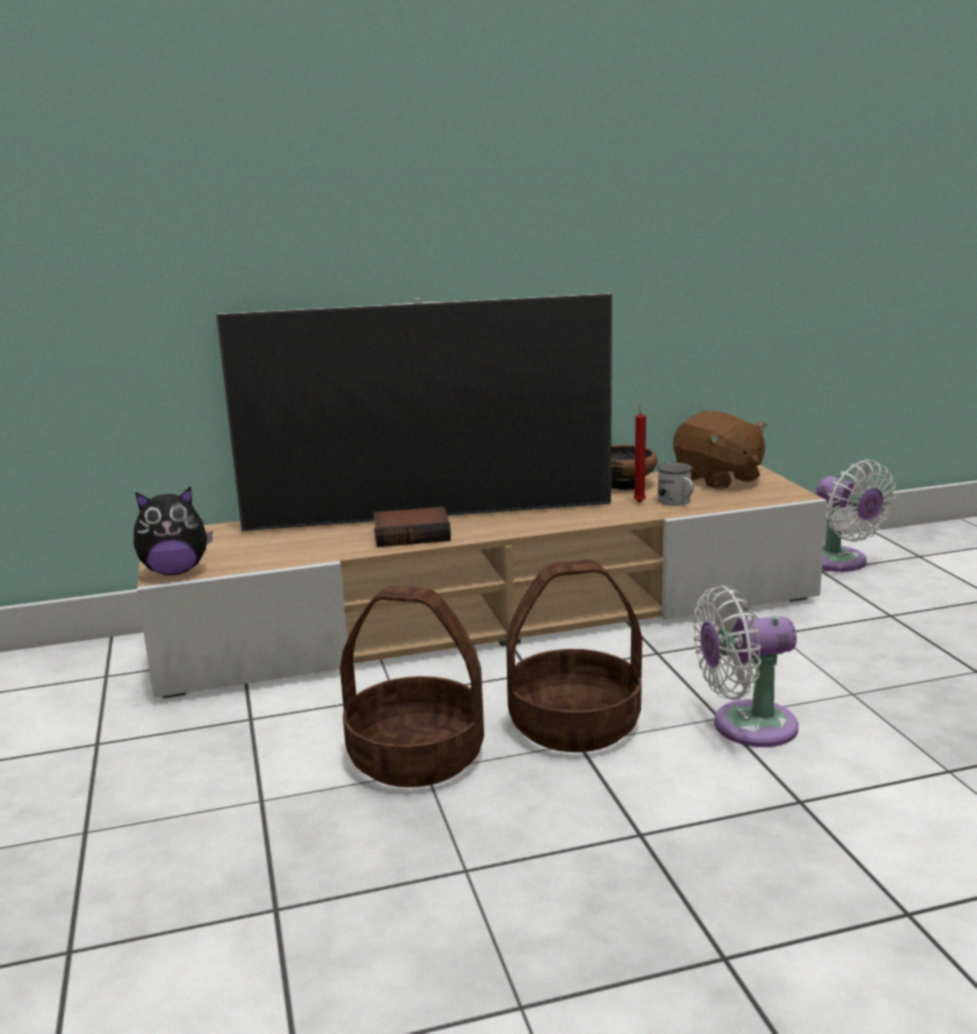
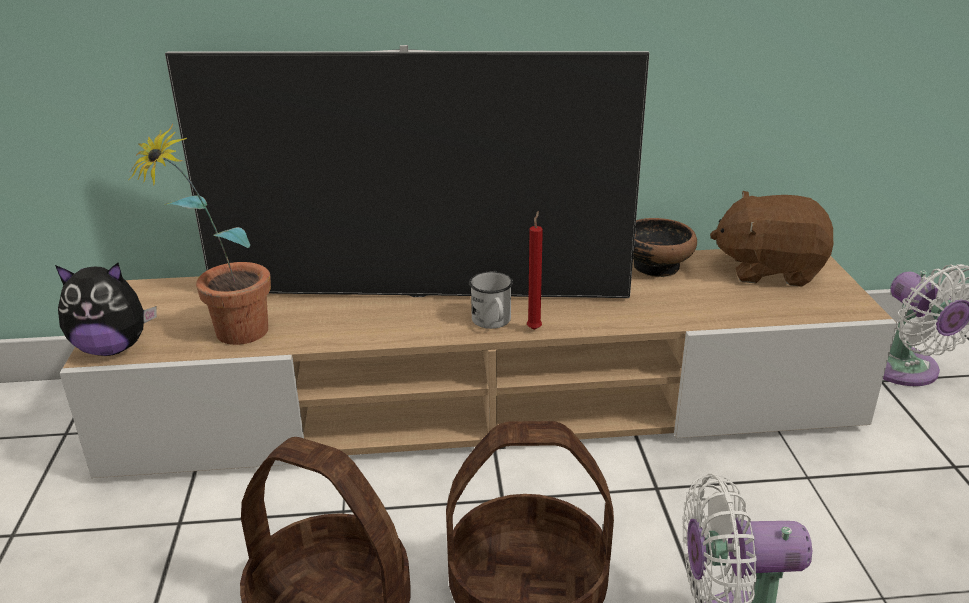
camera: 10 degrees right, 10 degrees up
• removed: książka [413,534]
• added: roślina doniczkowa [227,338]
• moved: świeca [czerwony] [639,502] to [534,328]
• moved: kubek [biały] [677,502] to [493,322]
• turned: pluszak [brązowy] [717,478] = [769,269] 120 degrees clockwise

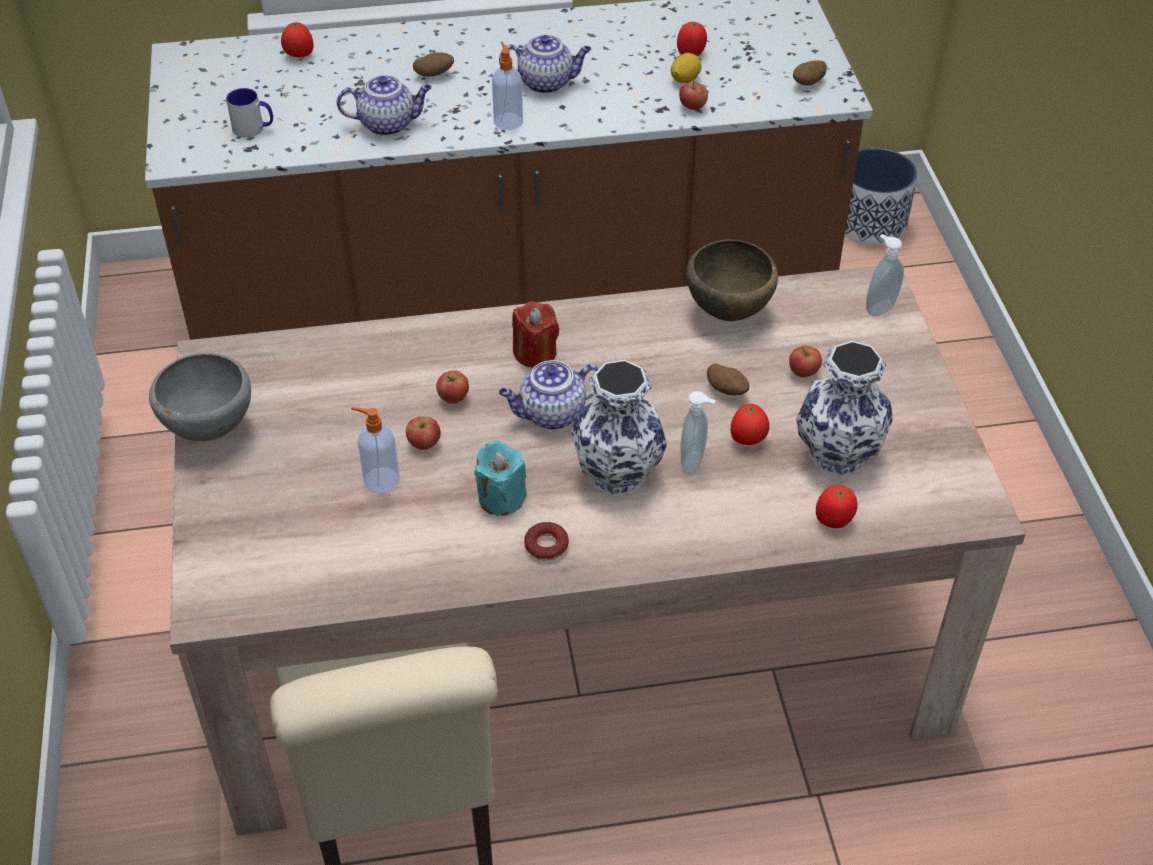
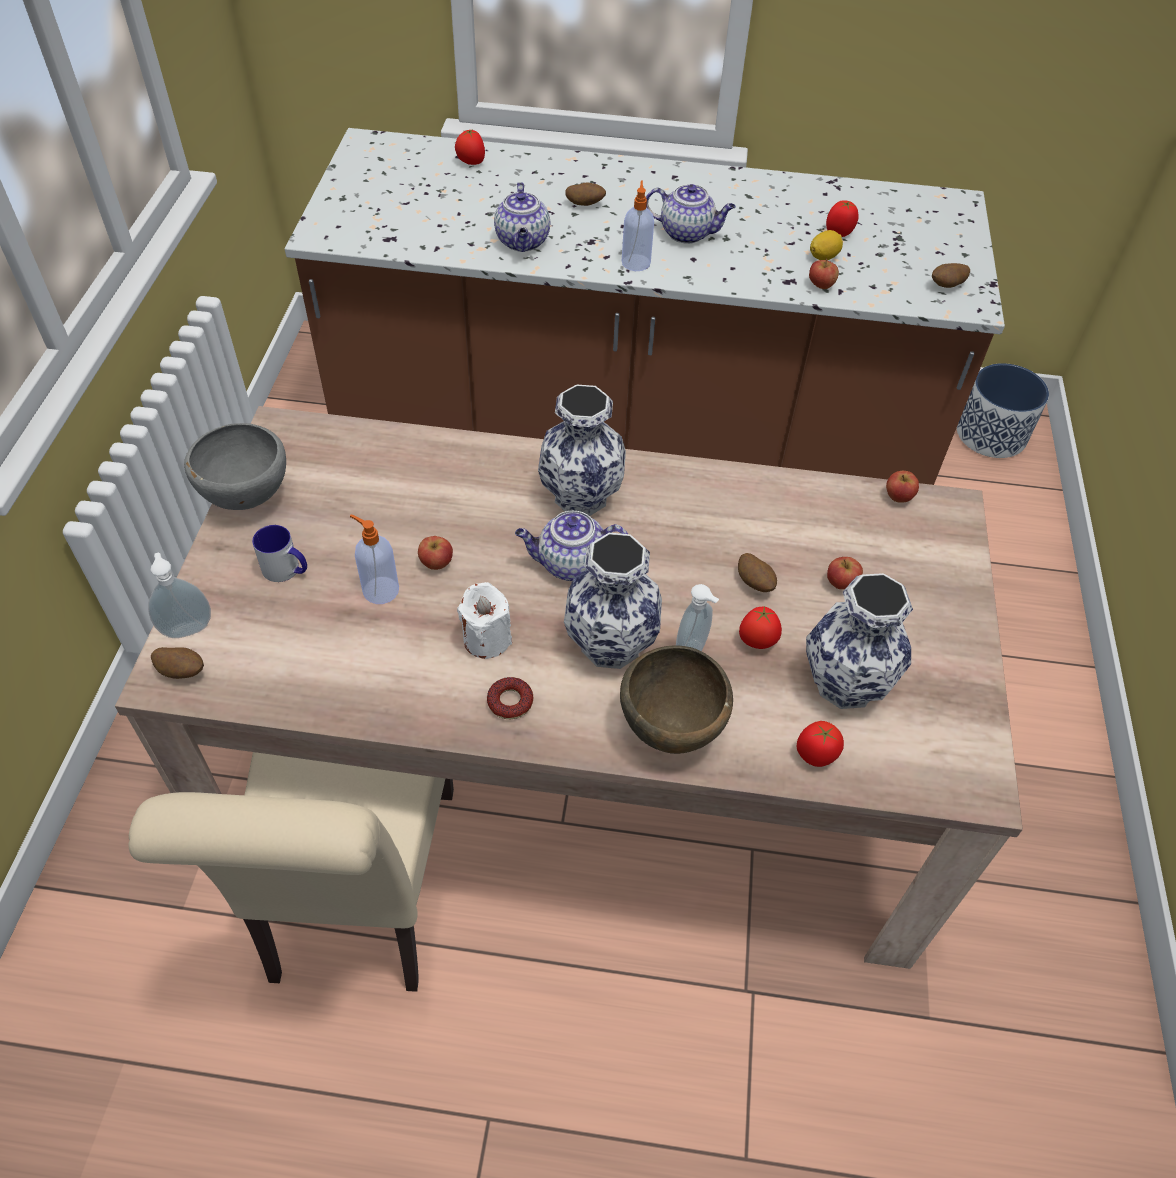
camera: 15 degrees right, 5 degrees up
• added: ziemniak [182,672]
• moved: kubek [254,128] to [287,570]
• moved: jabłko [453,398] to [898,497]
• moved: miska [brązowy] [729,313] to [672,730]
• moved: dozownik mydła [879,307] to [187,627]
• replaced: świeca [czerwony] [535,353] to wazon [579,497]
• recoloured: świeca [turkusowy] [501,498] to świeca [biały] [486,639]
• turned: imbryk [388,124] = [523,242] 75 degrees clockwise

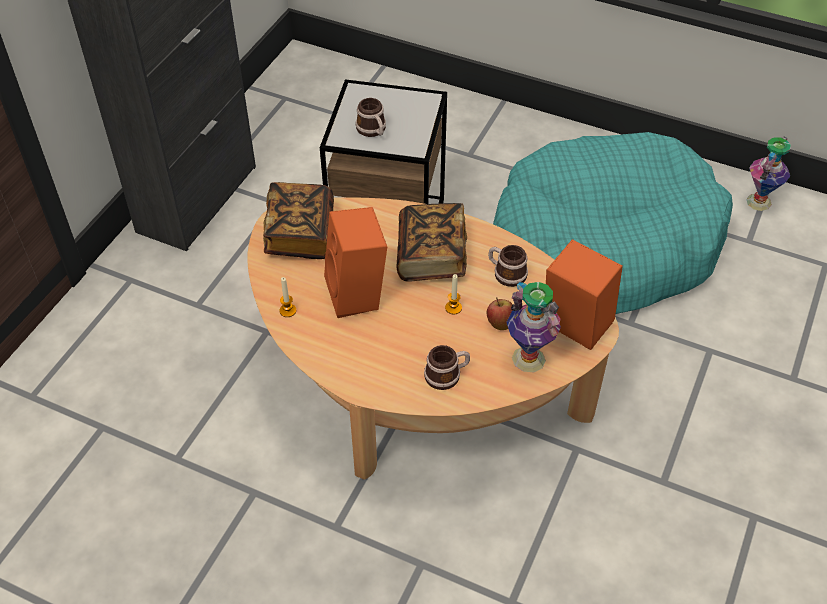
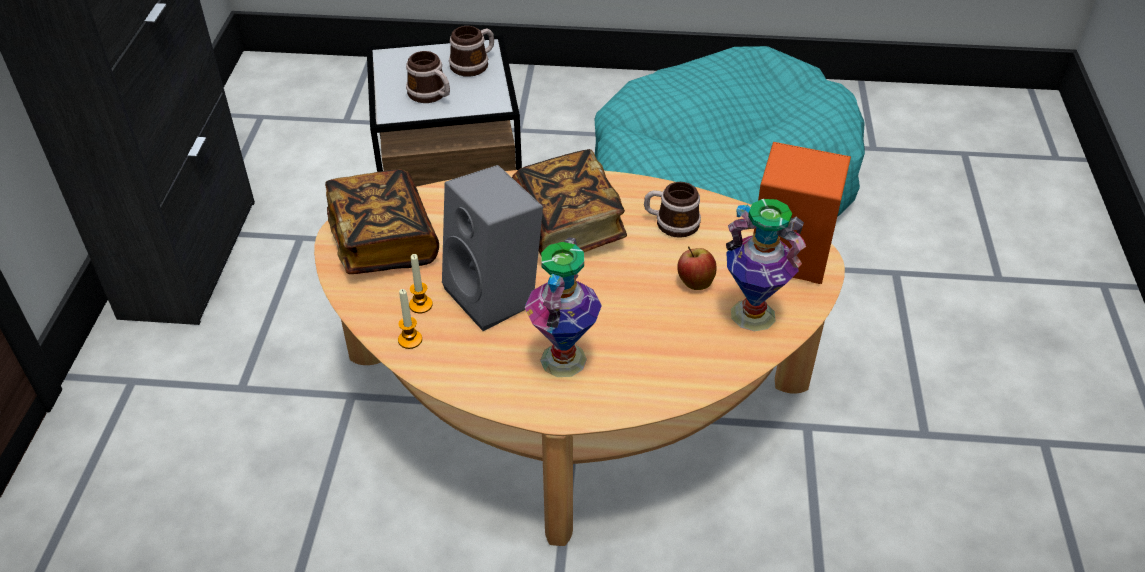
camera: 20 degrees left, 5 degrees down
• moved: kubek [447,375] to [474,64]
• moved: świeca [453,308] to [420,305]
• moved: wazon [759,202] to [564,360]
• recoloured: głośnik [pomarańczowy] [358,295] to głośnik [szary] [497,296]

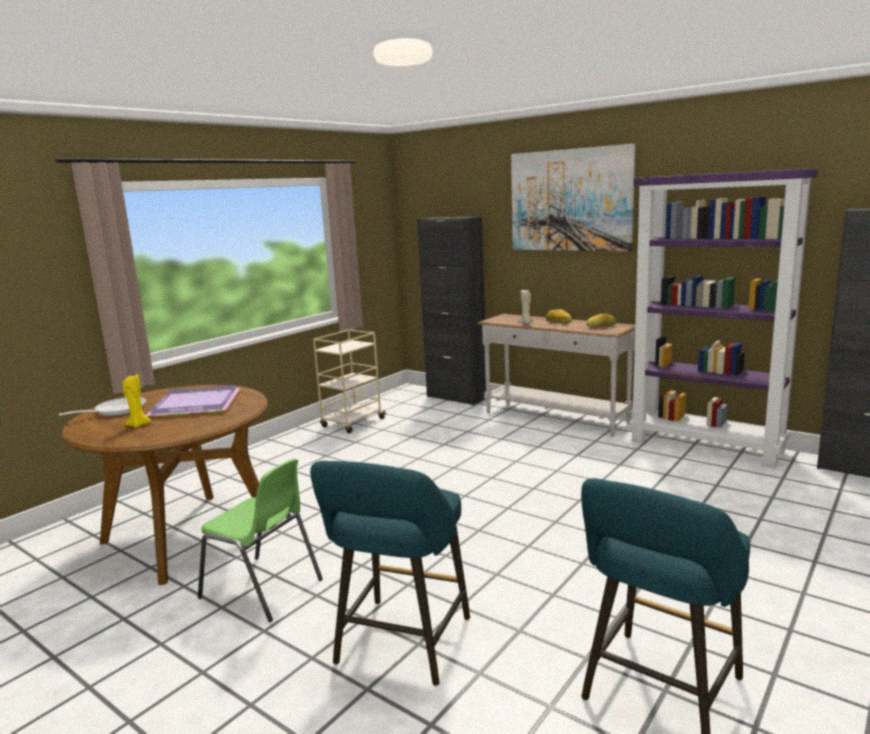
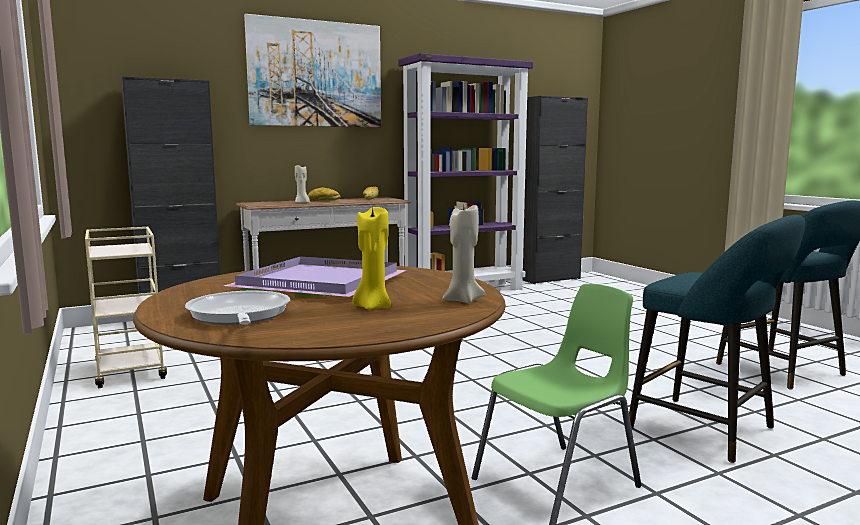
camera: 65 degrees left, 5 degrees down
• added: świeca [beżowy] [462,300]

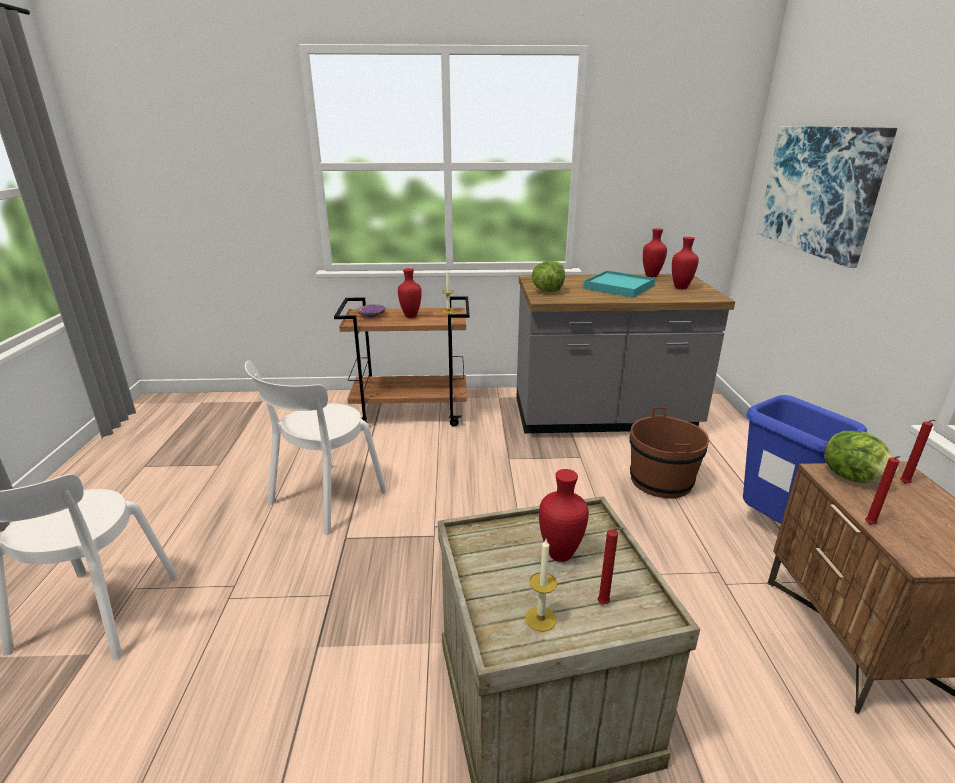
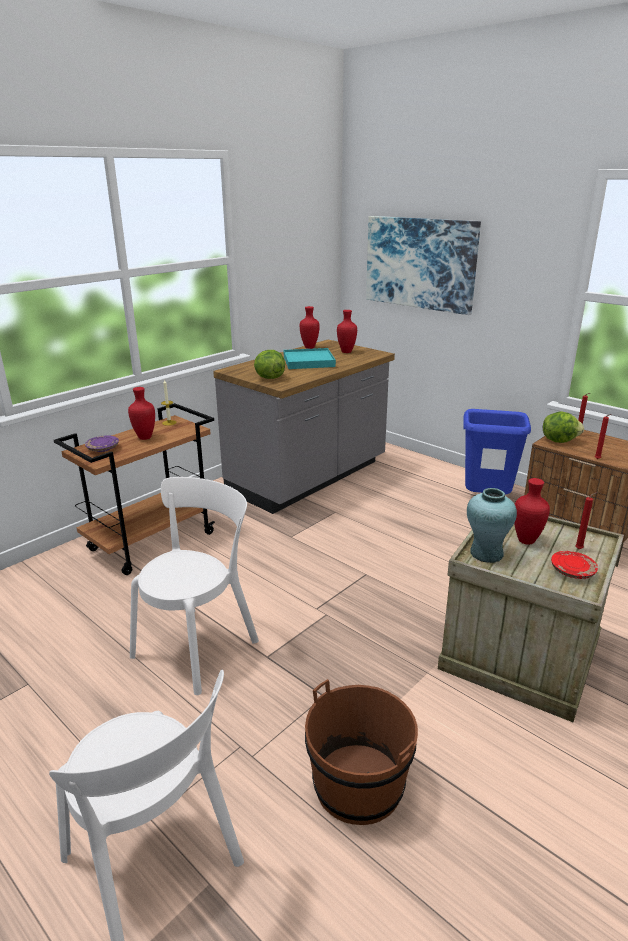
camera: 45 degrees left, 0 degrees up
• added: wazon [turkusowy] [486,553]
• moved: wiadro [brązowy] [661,481] to [358,784]
• replaced: świeca [540,618] to talerz [czerwony] [572,571]
• turned: krzesło [biały] [323,500] = [199,644] 135 degrees counterclockwise

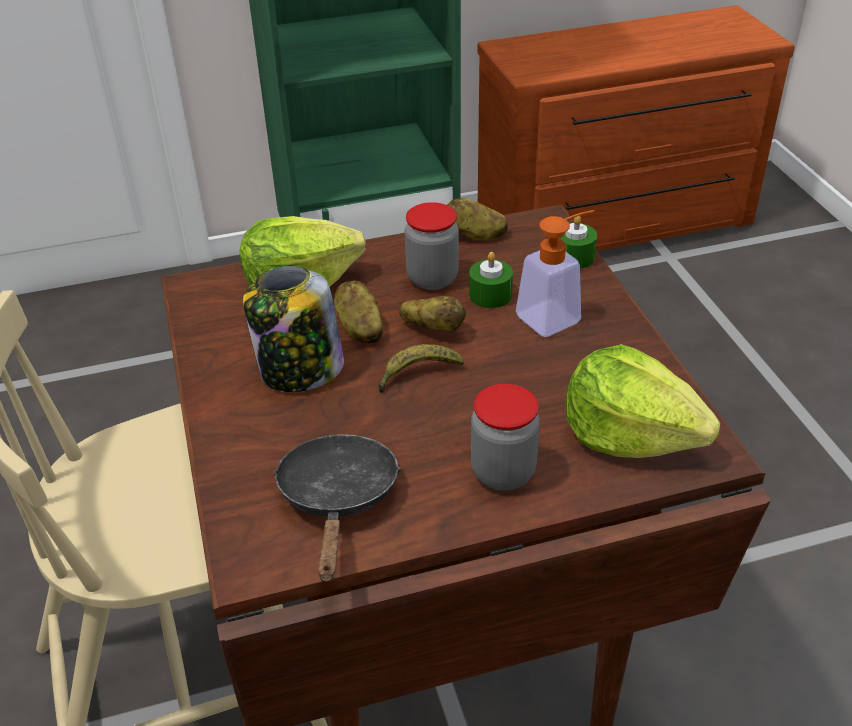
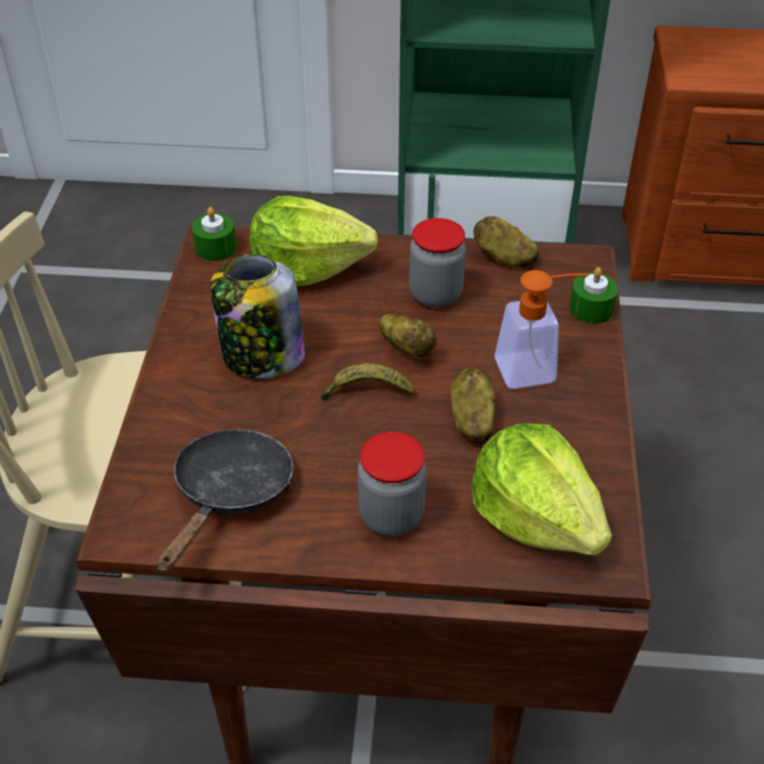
camera: 20 degrees right, 5 degrees up
• moved: ziemniak [359,328] to [471,420]
• moved: świeca [zielony] [490,295] to [215,247]

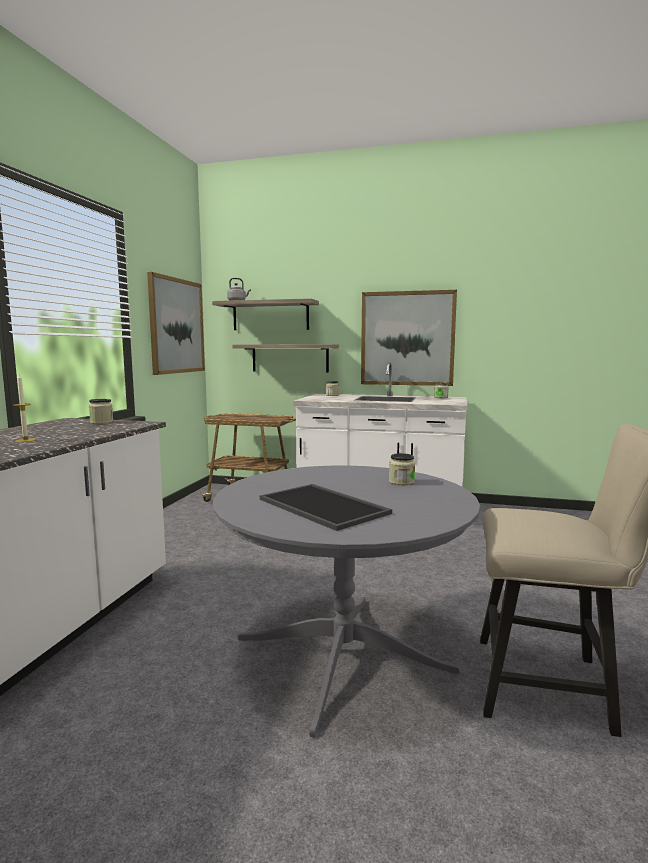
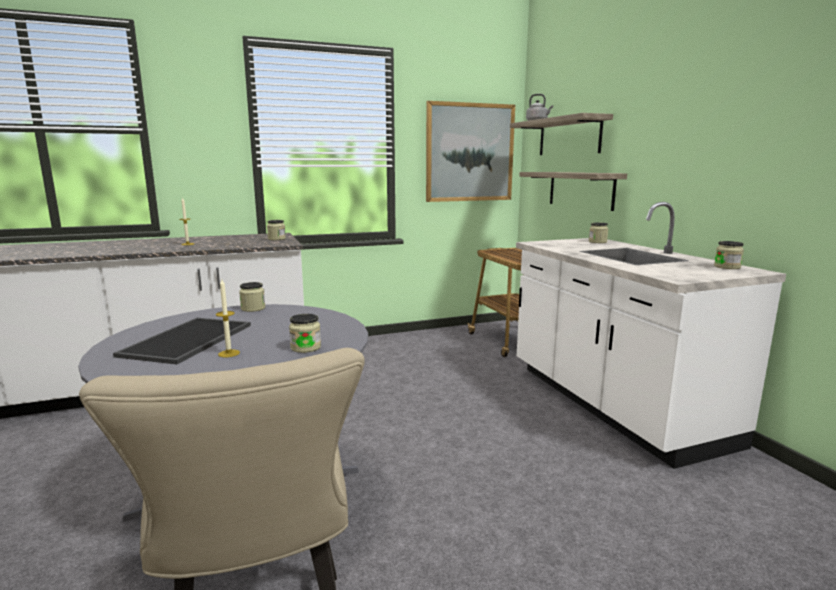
camera: 55 degrees right, 5 degrees up
• removed: obraz [407,338]
• added: świeca [229,353]
• added: słoik [253,308]

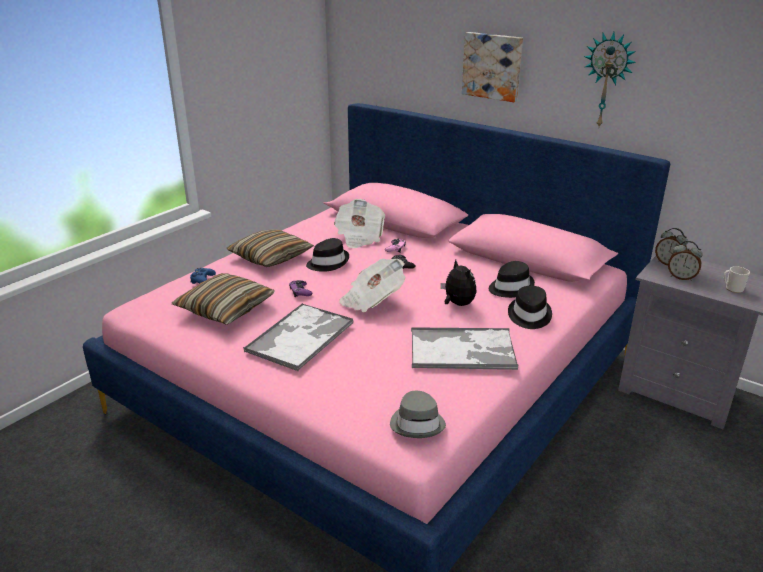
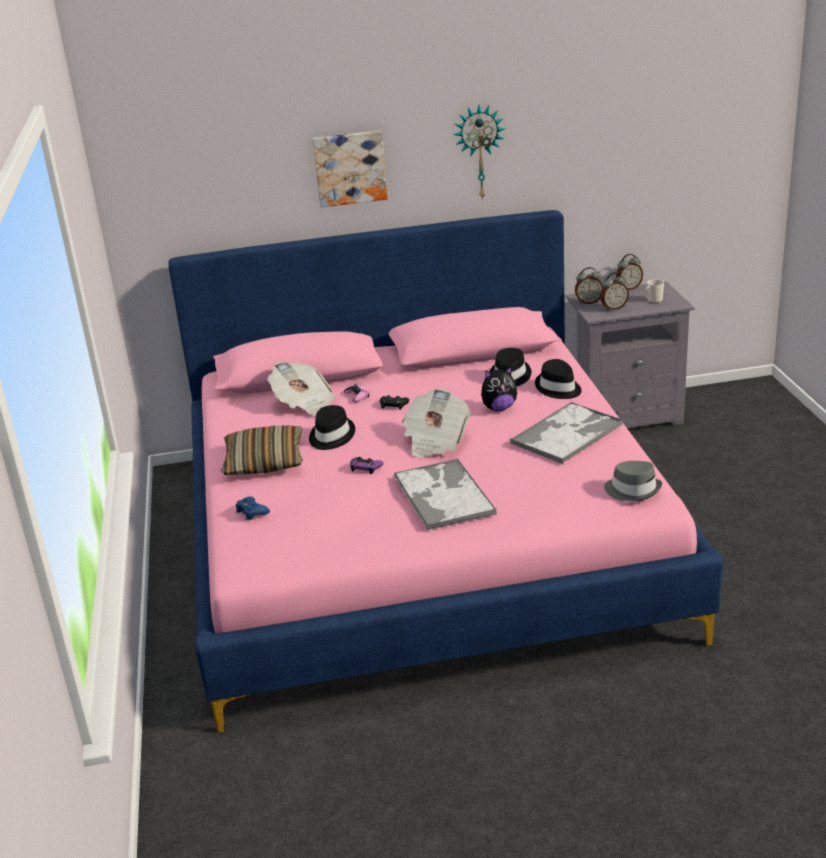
camera: 45 degrees left, 0 degrees up
• removed: poduszka [225,308]
• added: budzik [628,288]
• turned: pluszak [457,304] = [499,408] 150 degrees clockwise

